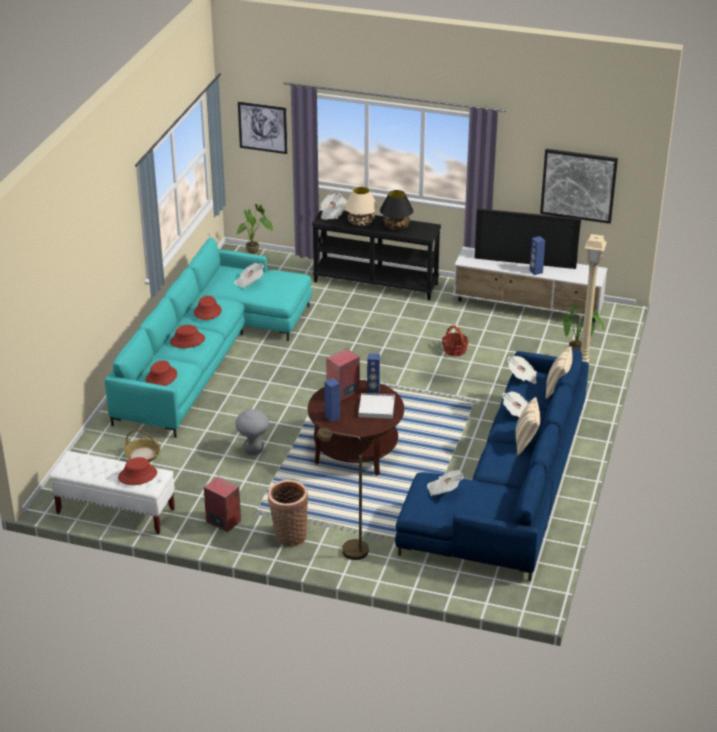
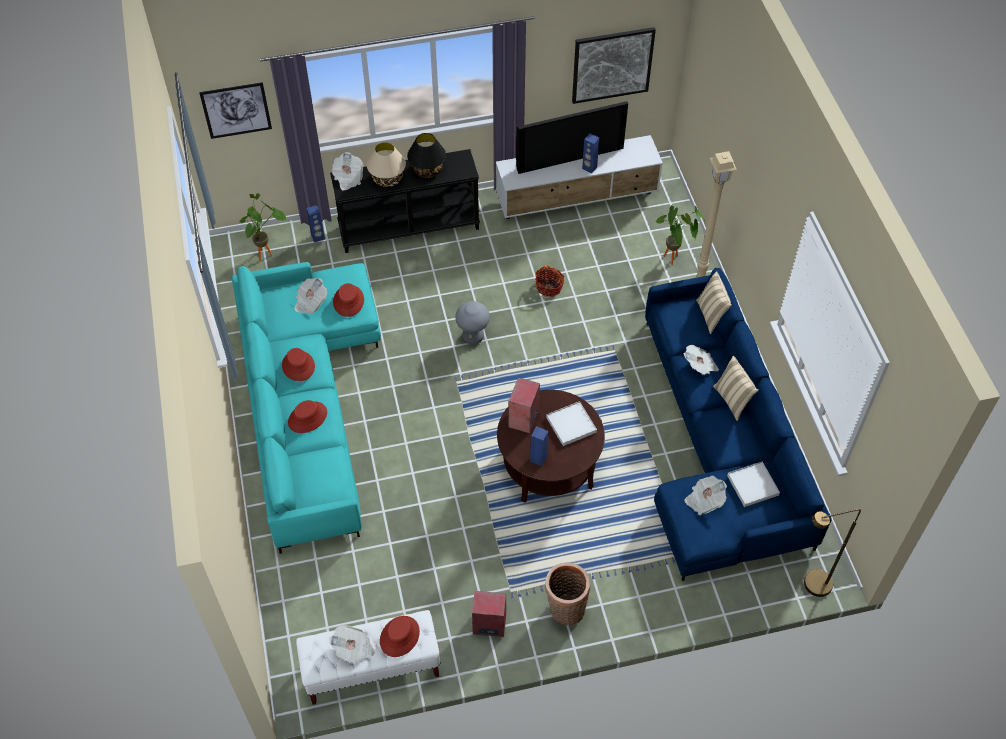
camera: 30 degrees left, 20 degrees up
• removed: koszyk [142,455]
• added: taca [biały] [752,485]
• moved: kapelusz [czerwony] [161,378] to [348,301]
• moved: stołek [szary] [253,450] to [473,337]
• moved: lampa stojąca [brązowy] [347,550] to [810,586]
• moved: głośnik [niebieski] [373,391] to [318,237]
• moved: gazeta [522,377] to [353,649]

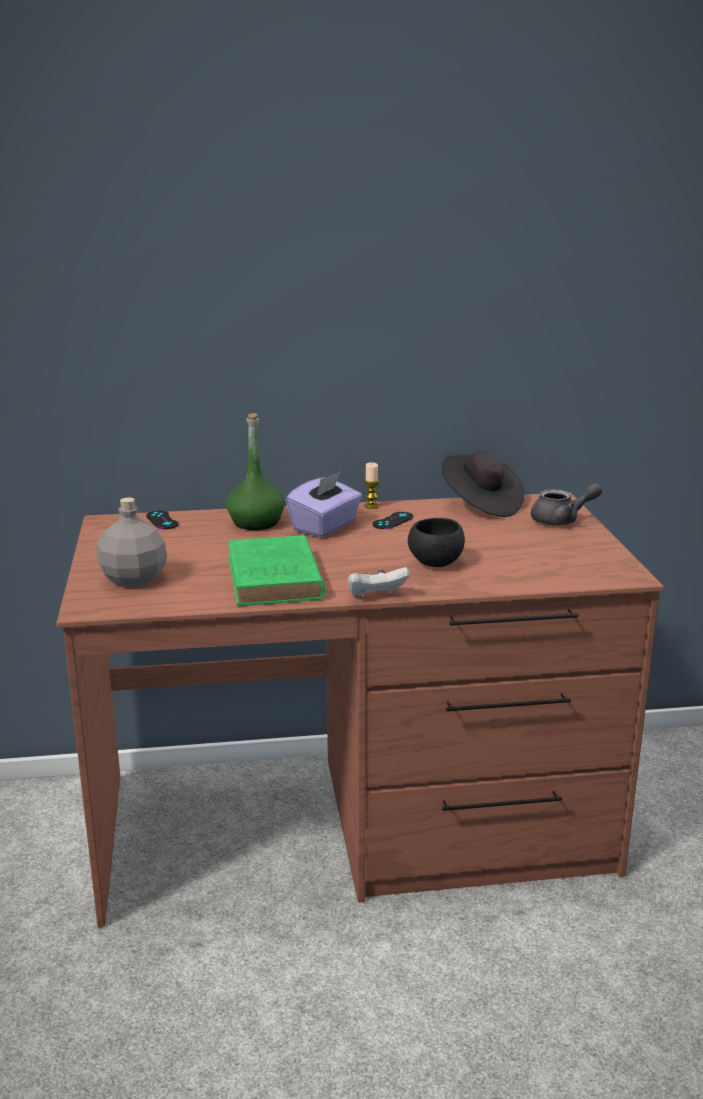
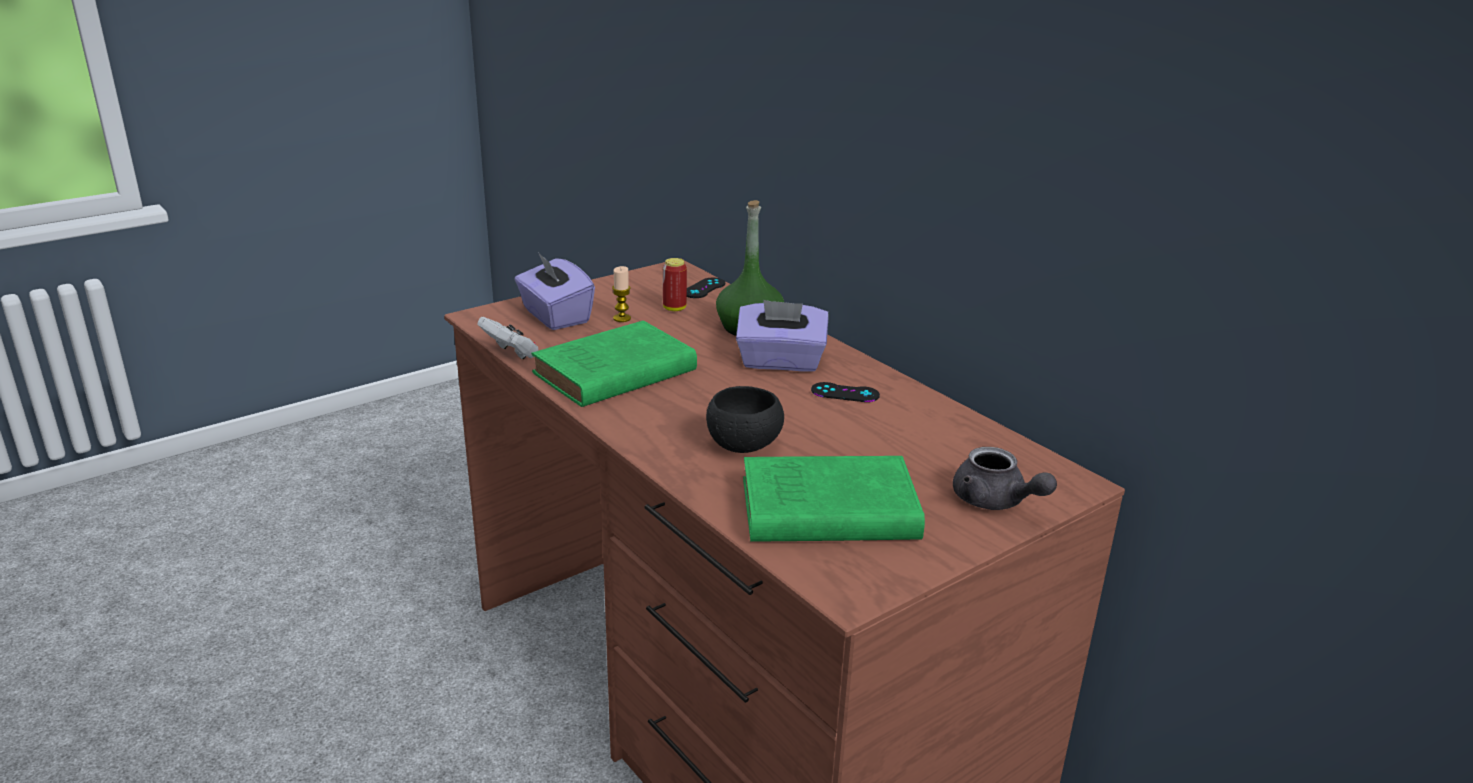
camera: 60 degrees right, 5 degrees up
• removed: kapelusz [czarny] [481,504]
• added: puszka [674,308]
• added: książka [zielony] [823,510]
• moved: pad do gier [biały] [376,597] to [511,354]
• moved: świeca [371,506] to [622,318]
• replaced: butelka [szary] [135,579] to pudełko chusteczek [fioletowy] [555,316]

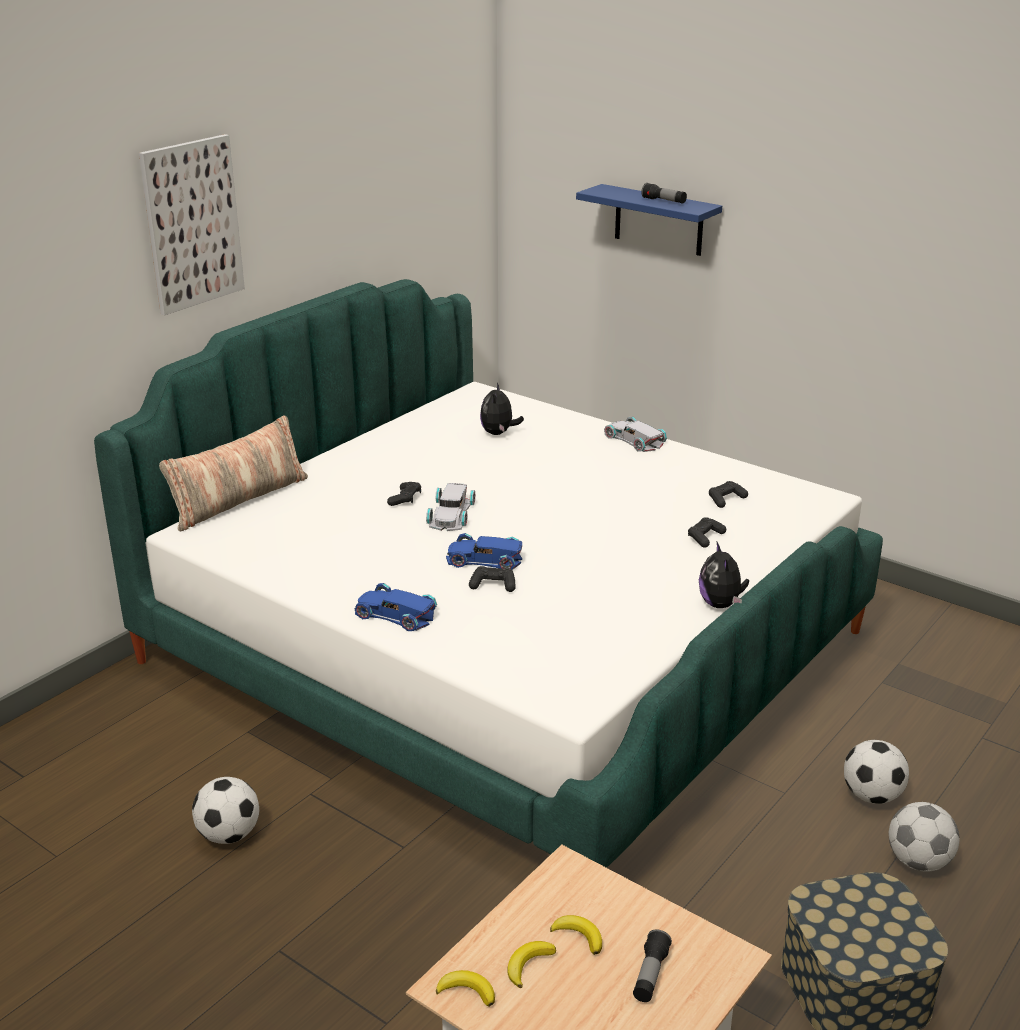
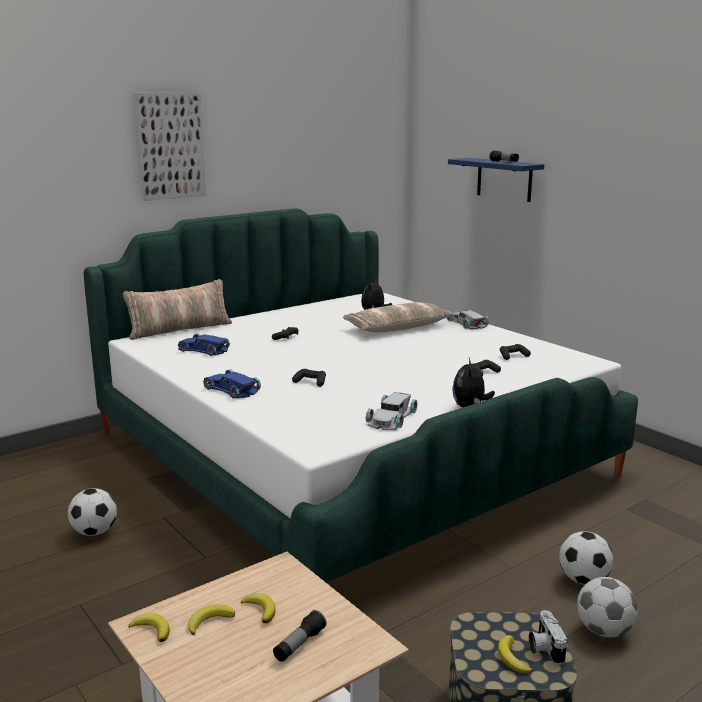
camera: 15 degrees right, 10 degrees down
• added: poduszka [397,327]
• added: banan [512,658]
• added: aparat fotograficzny [544,648]
• moved: samochodzik [biały] [450,514] to [390,417]
• moved: samochodzik [niebieski] [484,558] to [204,349]

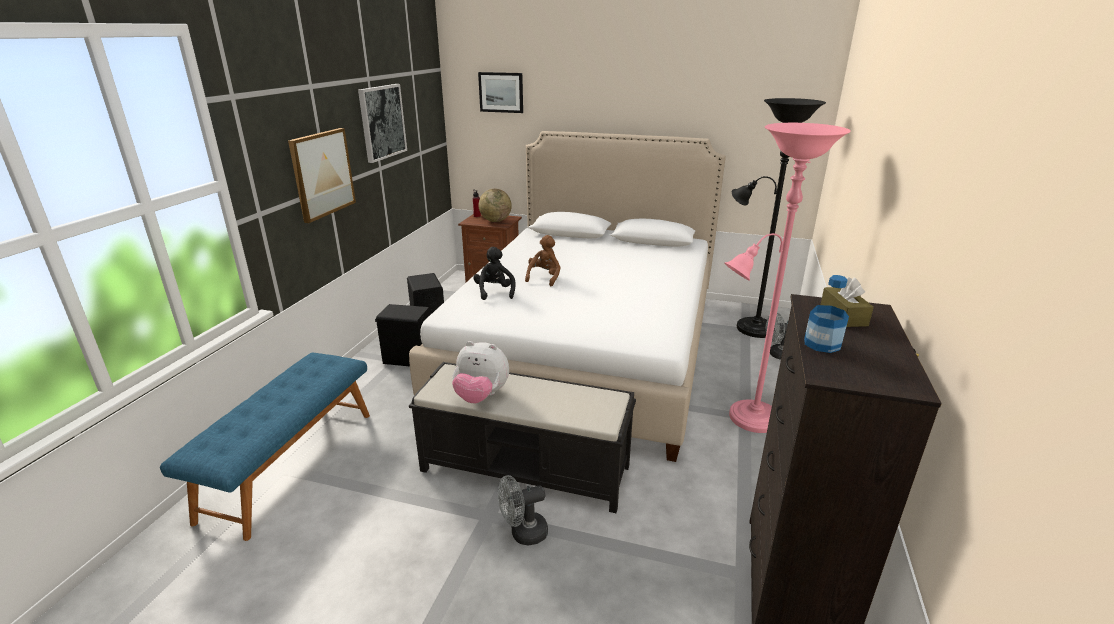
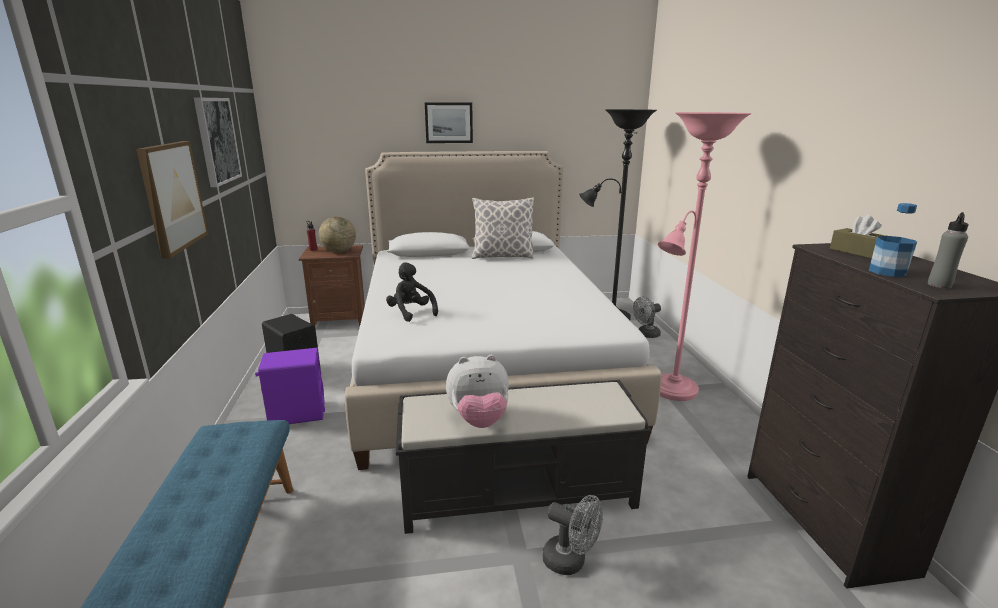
camera: 25 degrees left, 5 degrees down
• removed: pluszak [brązowy] [544,277]
• added: poduszka [502,256]
• added: butelka [szary] [939,285]
• moved: obraz [501,92] to [448,122]
• recoloured: głośnik [czarny] [408,358] to głośnik [fioletowy] [297,414]
• turned: wentylator [szary] [523,533] = [570,561] 105 degrees counterclockwise

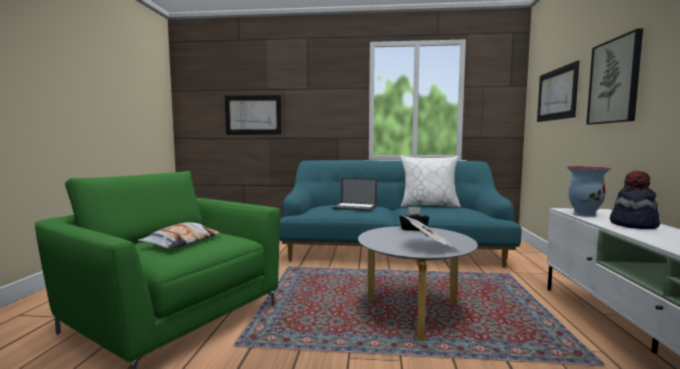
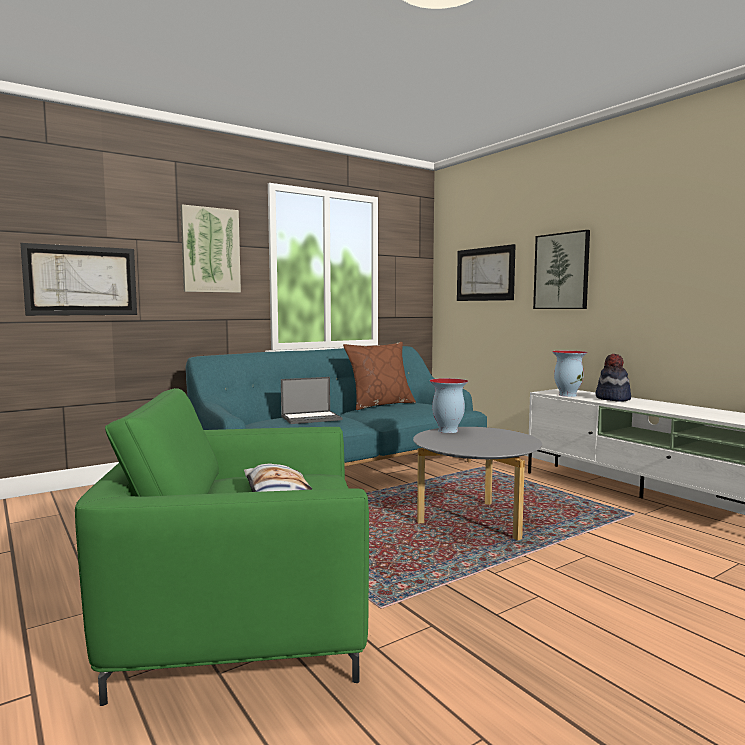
camera: 40 degrees left, 0 degrees up
• removed: gazeta [430,247]
• added: obraz [210,250]
• replaced: pudełko chusteczek [czarny] [413,229] to wazon [448,431]
• recoloured: poduszka [biały] [429,205] to poduszka [brązowy] [380,405]

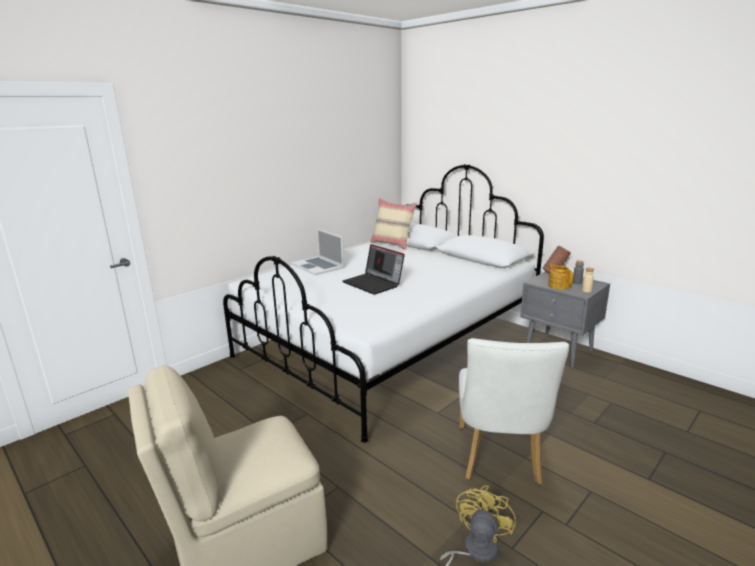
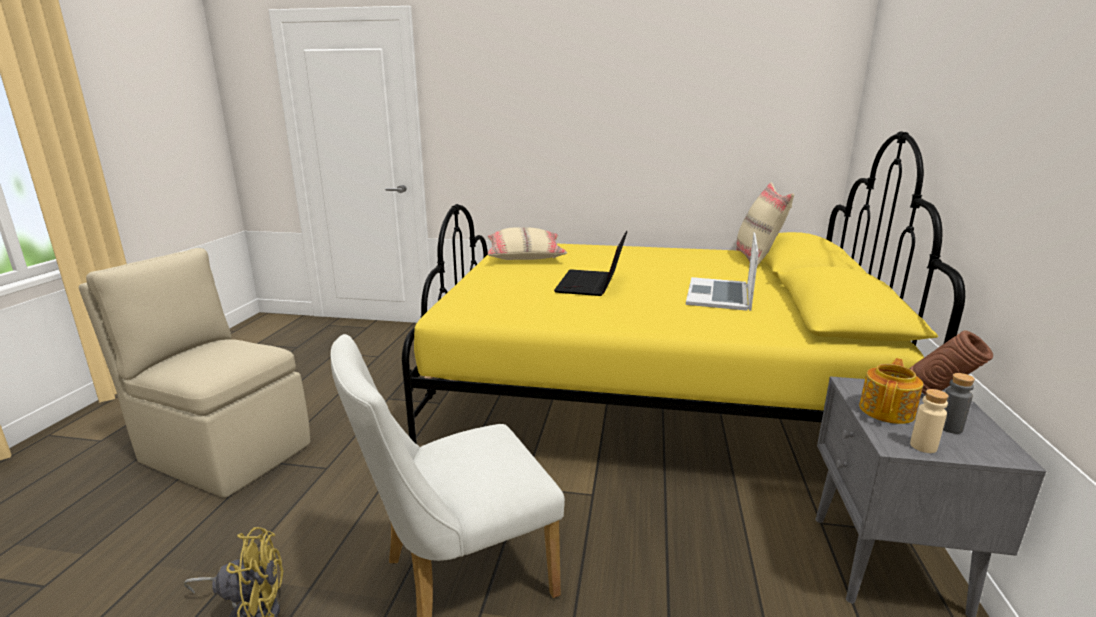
camera: 55 degrees right, 0 degrees up
• added: poduszka [beżowy] [525,256]
• moved: laptop [317,266] to [720,294]
• recoloured: łóżko [biały] [389,344] to łóżko [żółty] [645,395]

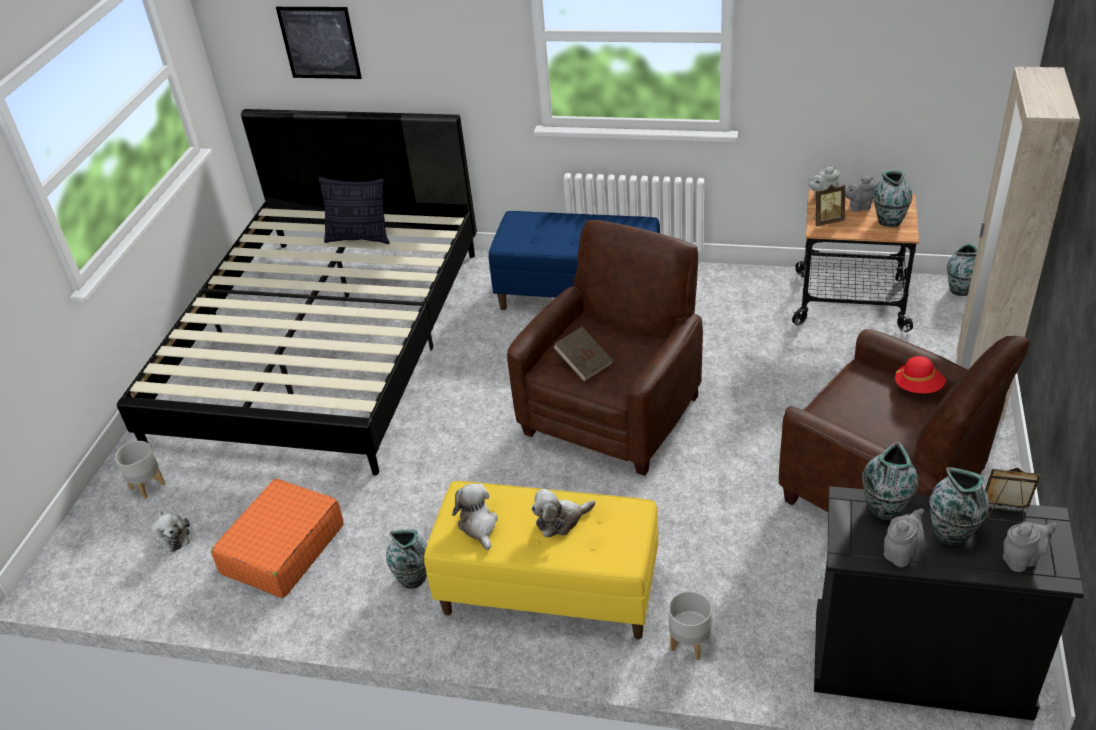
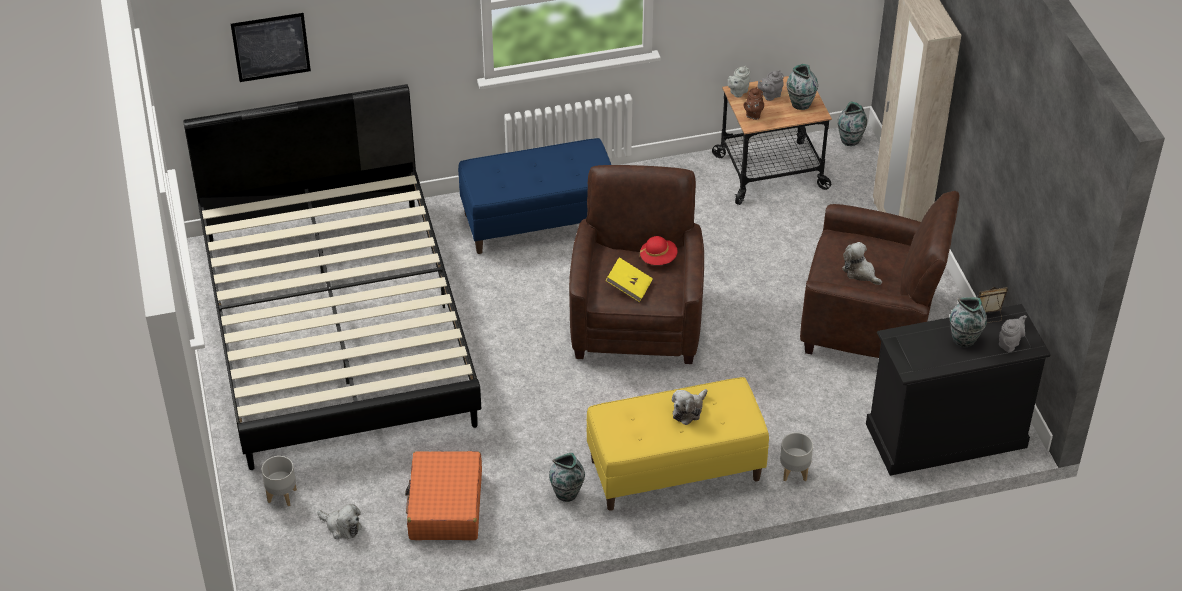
camera: 30 degrees left, 5 degrees up
• removed: poduszka [359,238]
• removed: wazon [884,509]
• removed: imbryk [szary] [901,552]
• moved: pluszak [478,525] to [860,272]
• moved: kapelusz [czerwony] [918,387] to [658,258]
• replaced: ramka na zdjęcie [827,221] to imbryk [brązowy] [753,114]
• recoloured: książka [brązowy] [584,363] to książka [żółty] [629,287]

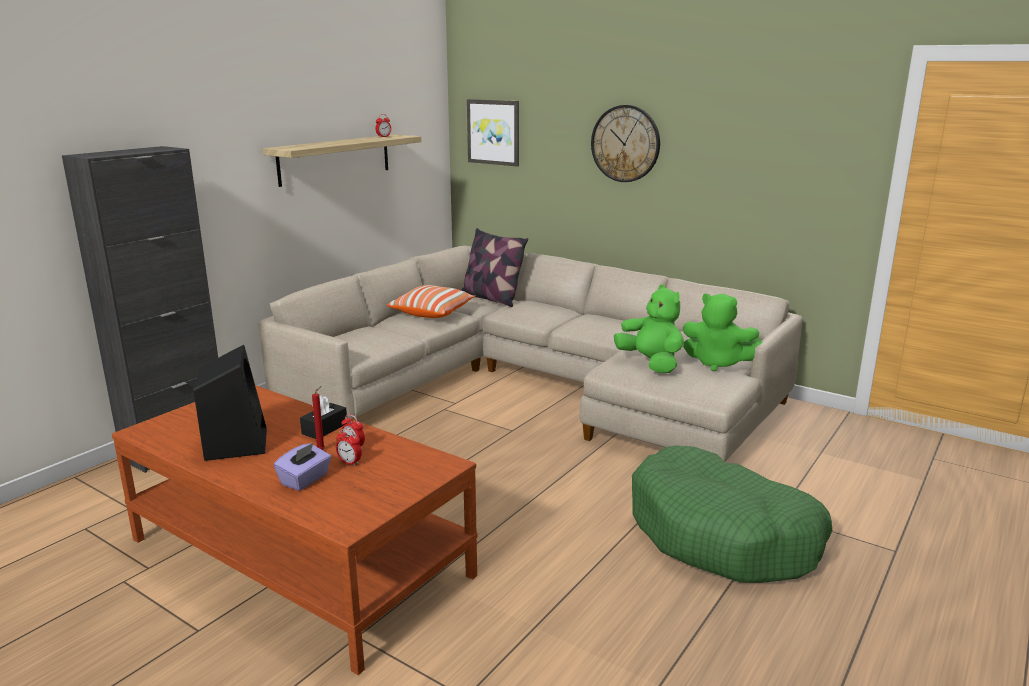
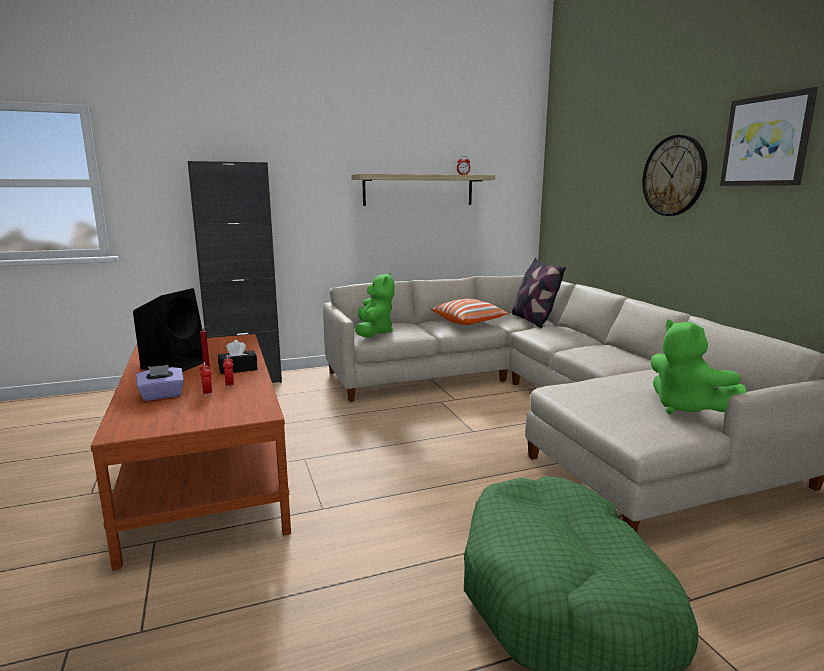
camera: 35 degrees right, 5 degrees down
• moved: obraz [493,132] to [766,141]
• moved: pluszak [zielony] [651,363] to [374,332]

